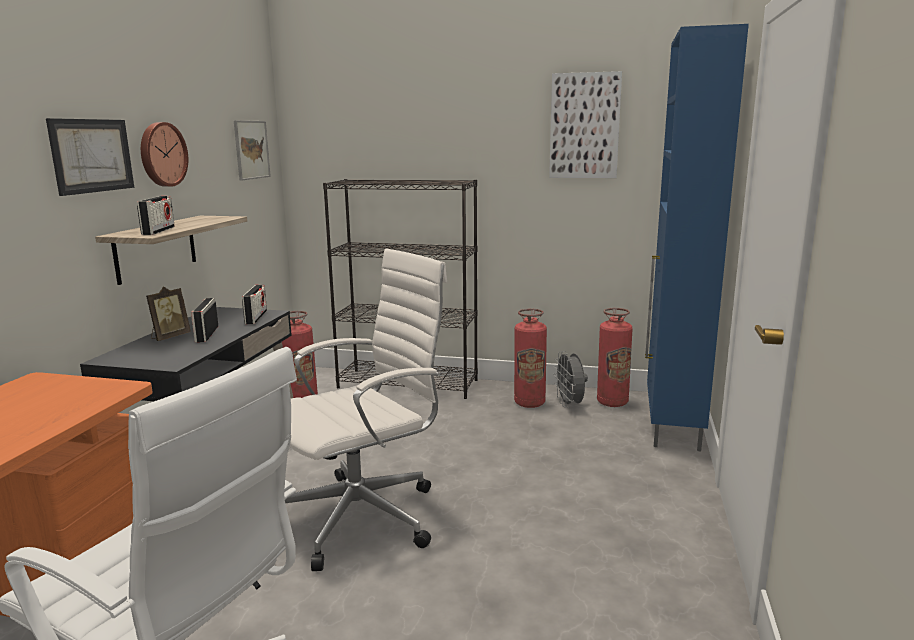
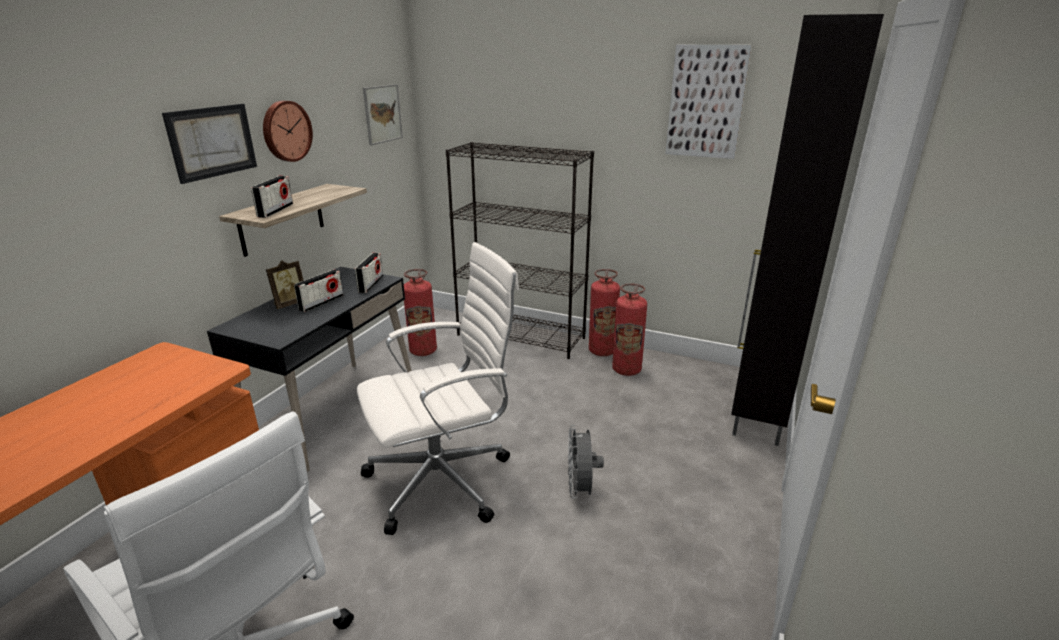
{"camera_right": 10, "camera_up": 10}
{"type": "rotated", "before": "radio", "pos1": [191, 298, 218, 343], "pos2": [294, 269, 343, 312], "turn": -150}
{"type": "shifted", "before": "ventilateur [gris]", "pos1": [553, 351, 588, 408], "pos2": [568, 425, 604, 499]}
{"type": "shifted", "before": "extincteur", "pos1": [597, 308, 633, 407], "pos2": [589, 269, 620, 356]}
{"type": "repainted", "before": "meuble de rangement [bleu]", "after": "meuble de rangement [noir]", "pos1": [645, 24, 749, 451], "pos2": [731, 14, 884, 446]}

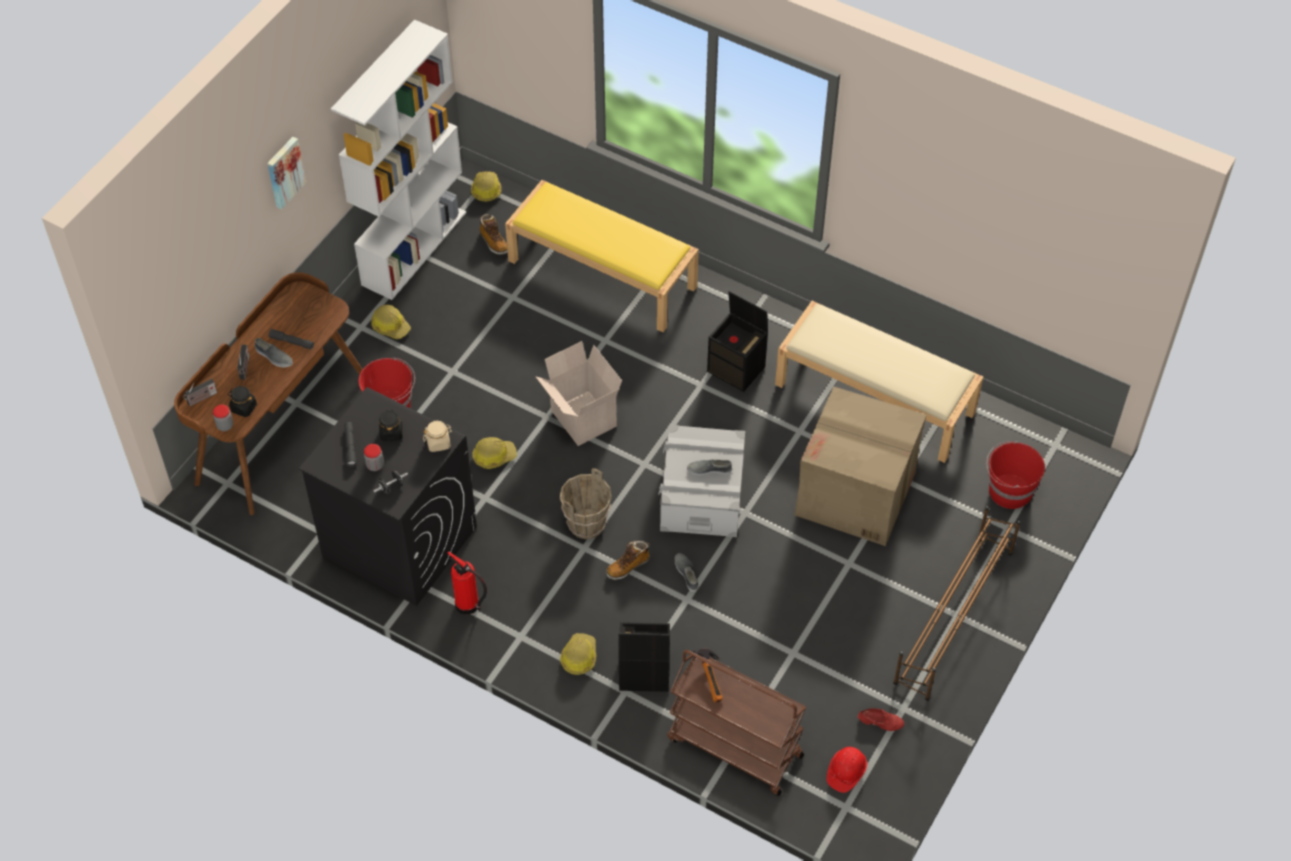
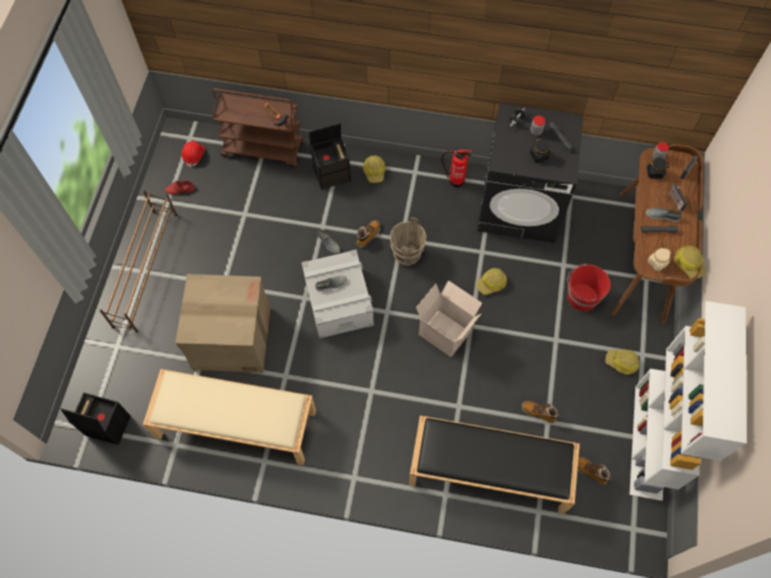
{"camera_right": 160, "camera_up": 10}
{"type": "gone", "before": "tableau", "pos1": [267, 137, 306, 209]}
{"type": "shifted", "before": "bocal [beige]", "pos1": [423, 421, 452, 452], "pos2": [648, 248, 671, 271]}
{"type": "shifted", "before": "casque de chantier", "pos1": [471, 171, 501, 202], "pos2": [674, 246, 706, 278]}
{"type": "repainted", "before": "banc [jaune]", "after": "banc [noir]", "pos1": [505, 180, 699, 332], "pos2": [409, 416, 580, 514]}
{"type": "shifted", "before": "boîte de rangement [noir]", "pos1": [707, 291, 768, 392], "pos2": [61, 393, 131, 445]}
{"type": "gone", "before": "seau [rouge]", "pos1": [986, 441, 1045, 509]}
{"type": "new", "after": "botte", "pos2": [521, 401, 560, 423]}

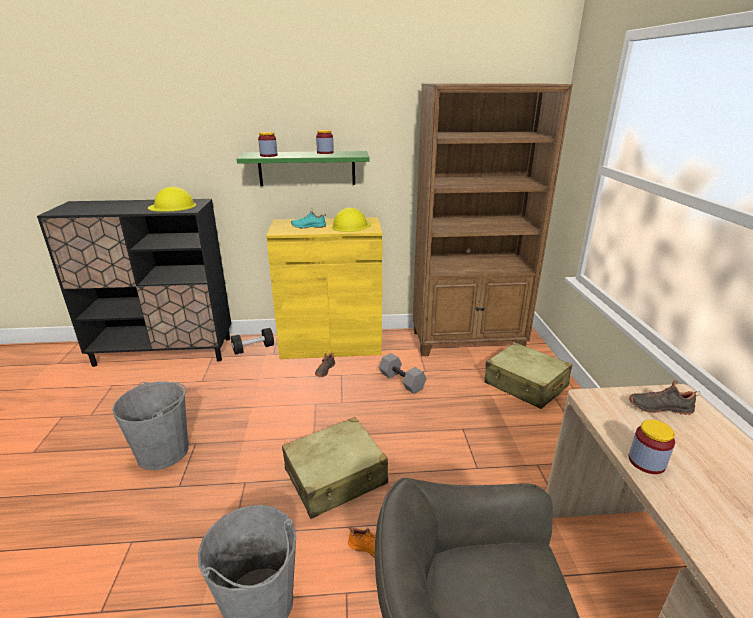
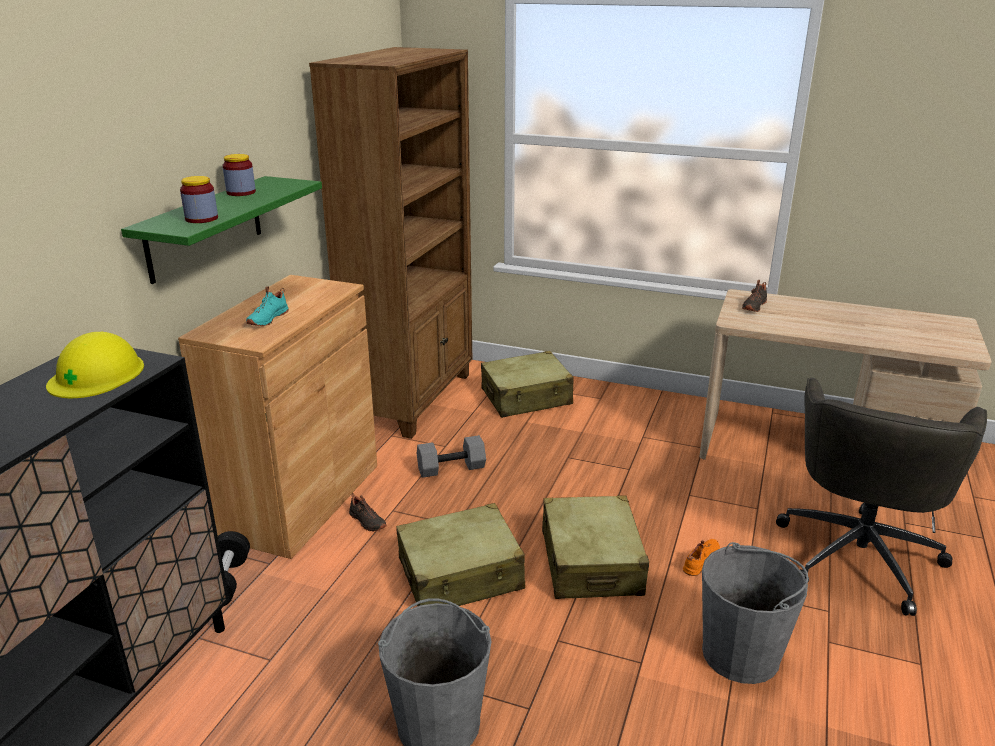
{"camera_right": -65, "camera_up": 0}
{"type": "repainted", "before": "meuble de rangement [jaune]", "after": "meuble de rangement [marron]", "pos1": [266, 217, 383, 359], "pos2": [178, 275, 377, 559]}
{"type": "gone", "before": "casque de chantier [jaune]", "pos1": [332, 208, 371, 232]}
{"type": "gone", "before": "bocal", "pos1": [628, 420, 675, 474]}
{"type": "new", "after": "valise [beige]", "pos2": [396, 503, 525, 606]}

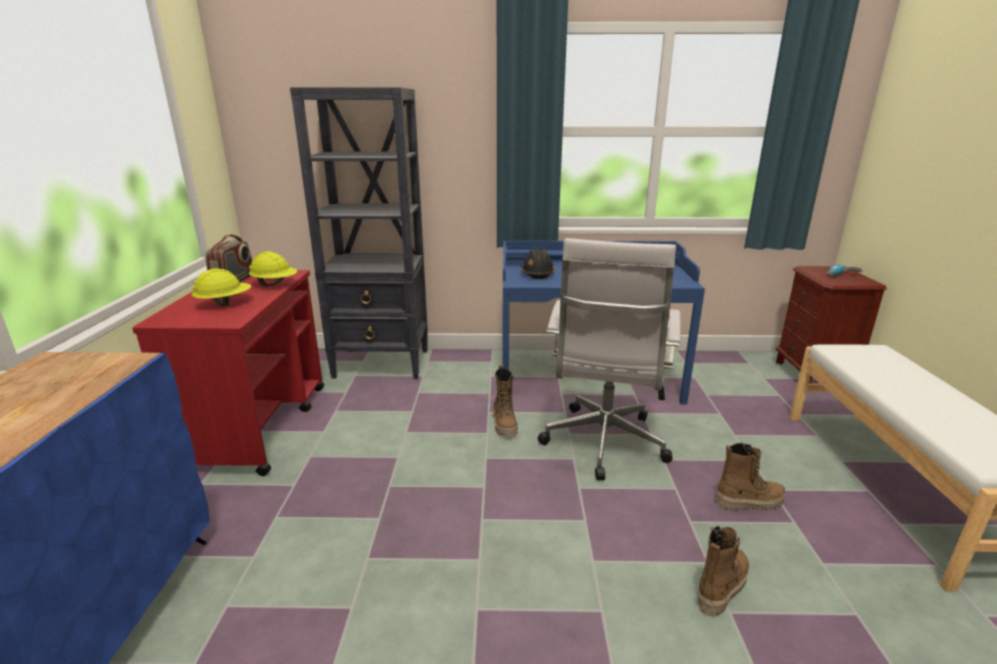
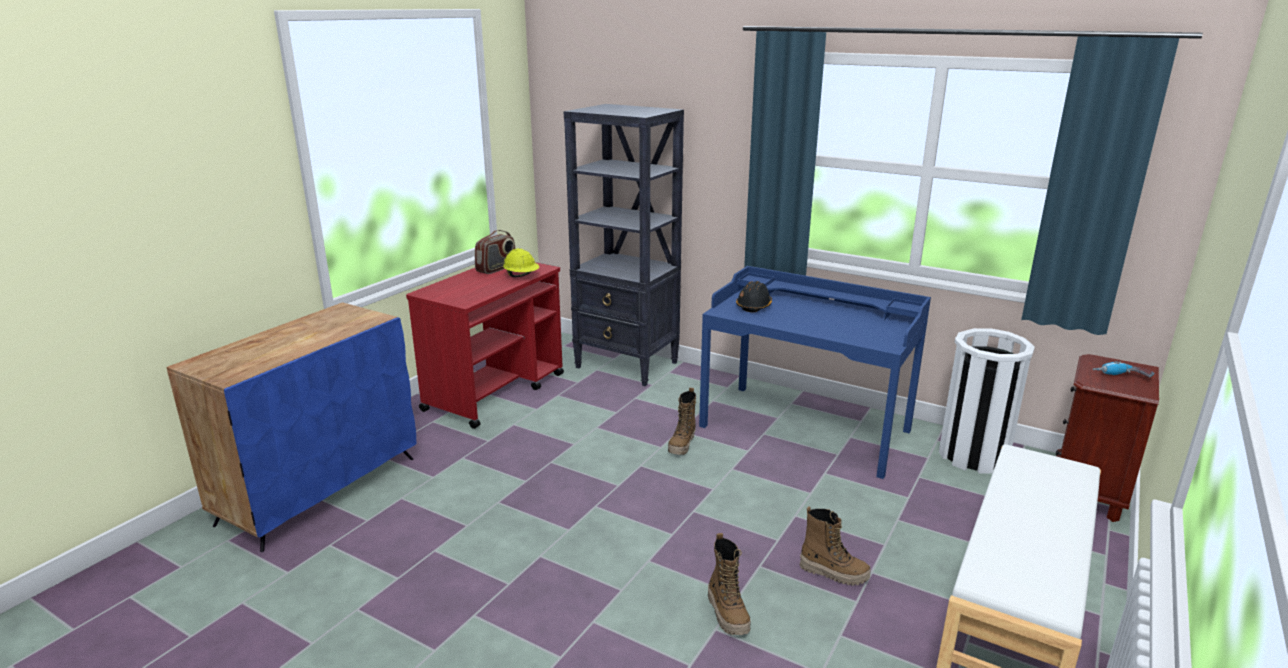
{"camera_right": 30, "camera_up": 0}
{"type": "gone", "before": "casque de chantier [jaune]", "pos1": [191, 268, 251, 307]}
{"type": "gone", "before": "chaise de bureau [blanc]", "pos1": [538, 238, 681, 480]}
{"type": "rotated", "before": "botte", "pos1": [698, 526, 749, 617], "pos2": [708, 533, 751, 635], "turn": 90}
{"type": "new", "after": "poubelle [blanc]", "pos2": [939, 328, 1035, 473]}

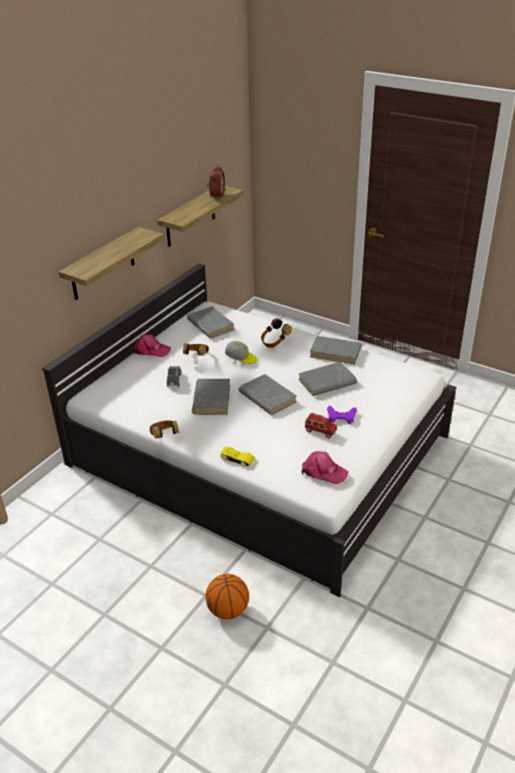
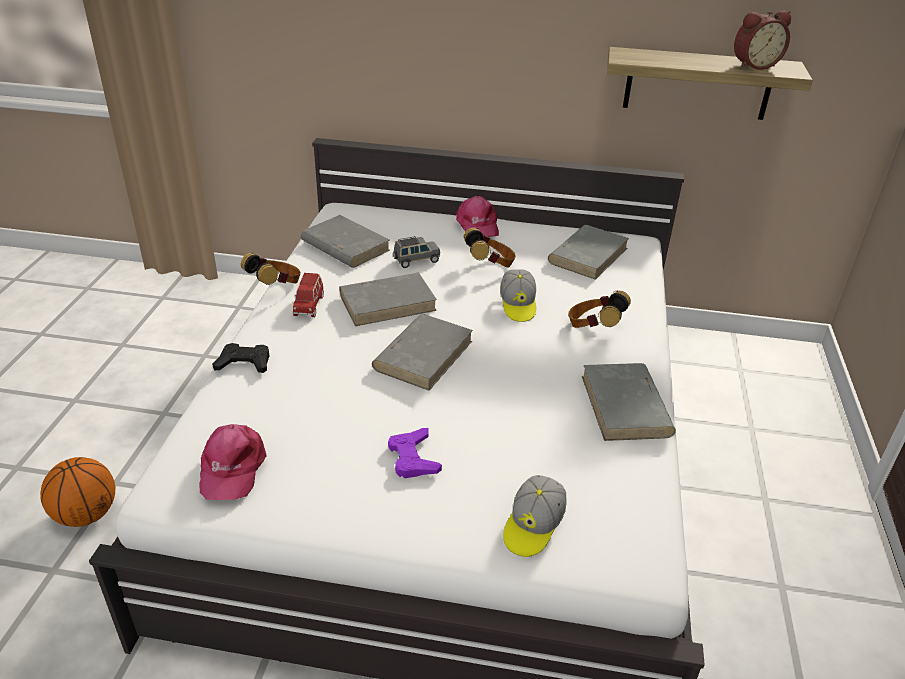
{"camera_right": 65, "camera_up": 0}
{"type": "gone", "before": "étagère", "pos1": [59, 227, 165, 300]}
{"type": "swapped", "before": "petite voiture [jaune]", "after": "manette [noir]", "pos1": [220, 447, 255, 466], "pos2": [212, 343, 269, 373]}
{"type": "shifted", "before": "livre [gris]", "pos1": [298, 362, 357, 396], "pos2": [301, 215, 390, 268]}
{"type": "shifted", "before": "petite voiture [rouge]", "pos1": [305, 413, 337, 438], "pos2": [293, 273, 324, 317]}
{"type": "new", "after": "casquette", "pos2": [503, 475, 566, 557]}

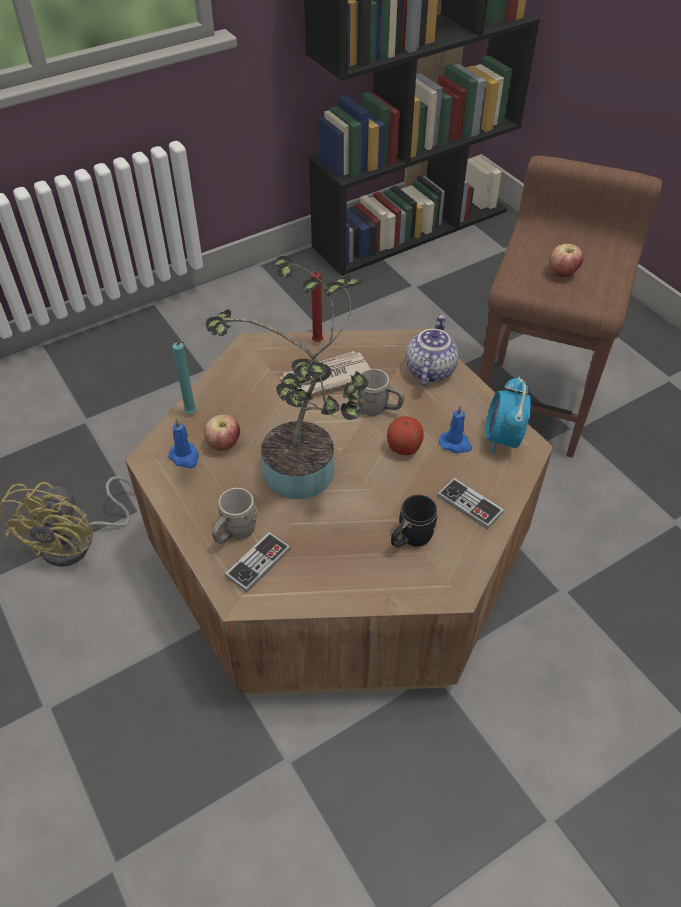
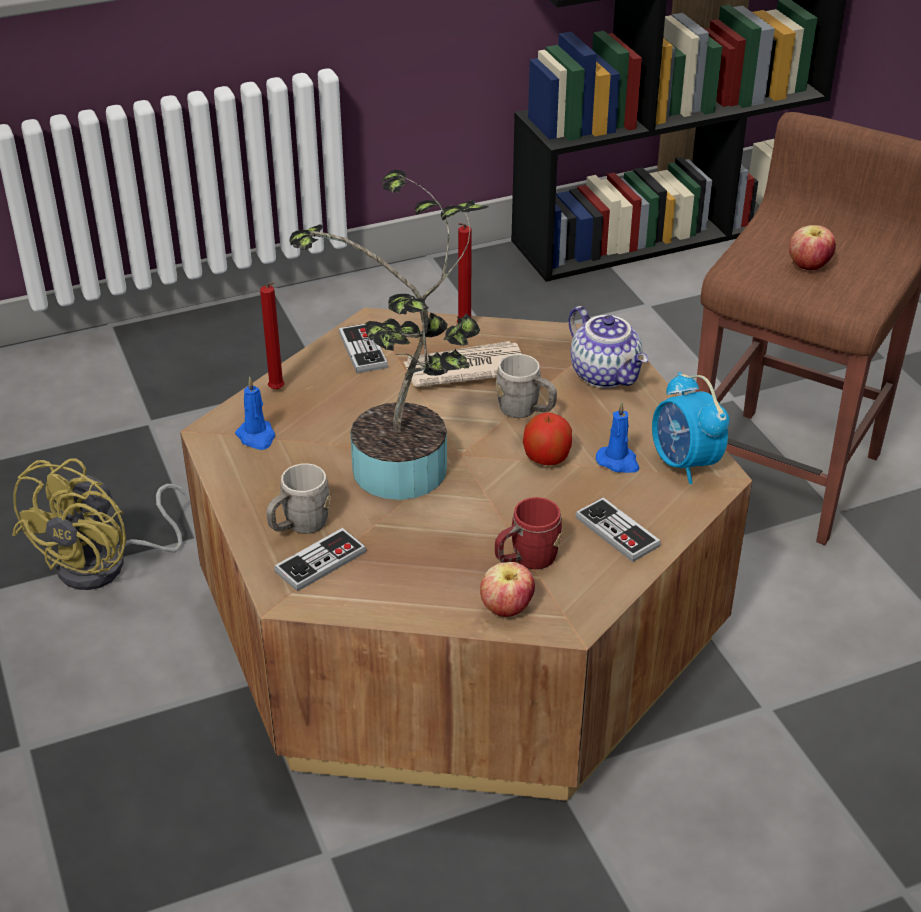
{"camera_right": 10, "camera_up": -10}
{"type": "repainted", "before": "bougie [turquoise]", "after": "bougie [rouge]", "pos1": [172, 341, 197, 414], "pos2": [260, 282, 285, 390]}
{"type": "shifted", "before": "pomme", "pos1": [204, 414, 240, 451], "pos2": [480, 562, 535, 617]}
{"type": "repainted", "before": "mug [noir]", "after": "mug [rouge]", "pos1": [391, 495, 438, 548], "pos2": [495, 497, 562, 569]}
{"type": "rotated", "before": "théière", "pos1": [406, 315, 459, 387], "pos2": [569, 306, 648, 388], "turn": 120}
{"type": "rotated", "before": "réveil", "pos1": [485, 376, 531, 454], "pos2": [652, 372, 730, 484], "turn": -45}
{"type": "new", "after": "manette", "pos2": [339, 324, 388, 373]}

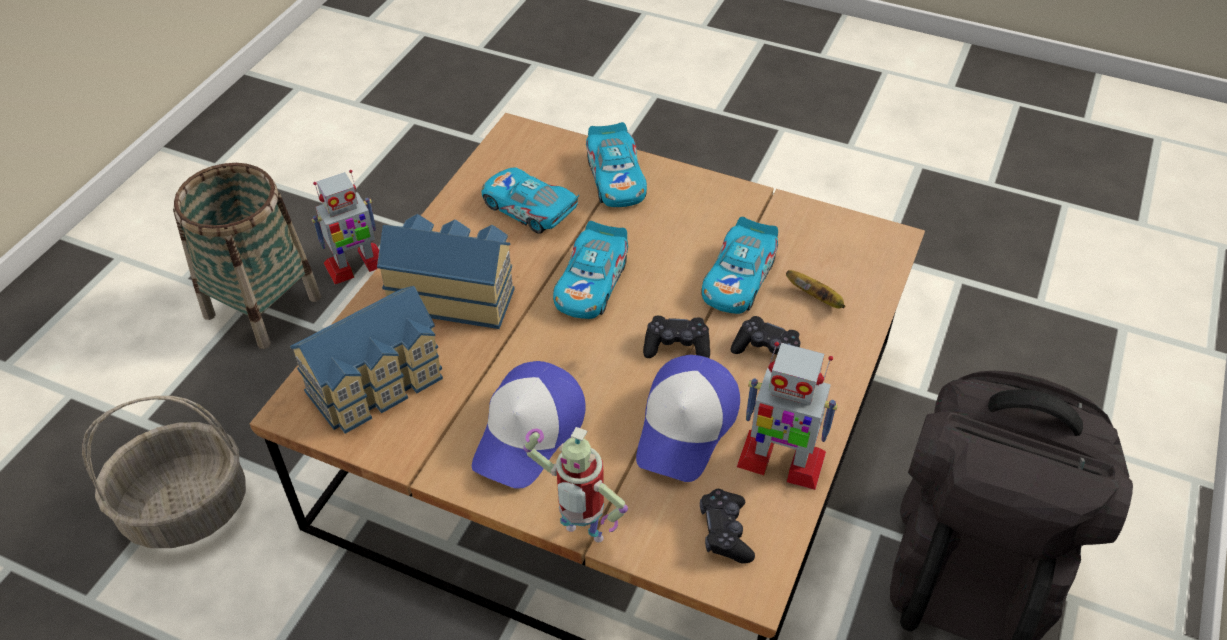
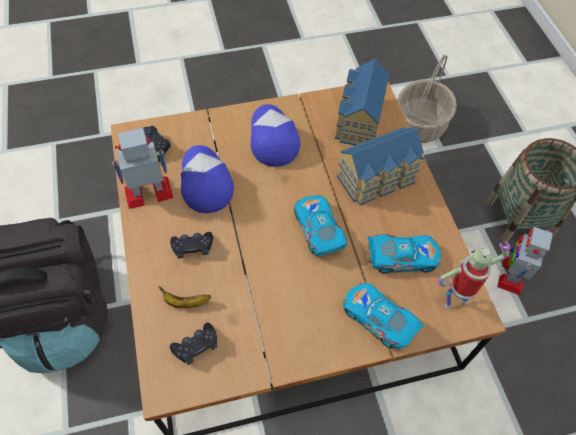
{"camera_right": 140, "camera_up": 10}
{"type": "shifted", "before": "robot jouet", "pos1": [523, 427, 628, 542], "pos2": [437, 241, 510, 309]}
{"type": "shifted", "before": "manette [noir]", "pos1": [643, 316, 710, 358], "pos2": [170, 323, 217, 365]}
{"type": "gone", "before": "petite voiture", "pos1": [702, 217, 778, 314]}

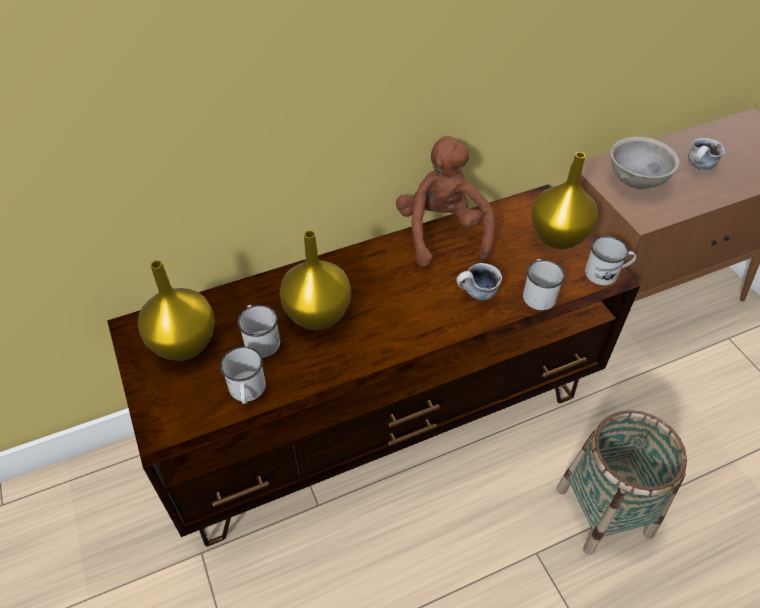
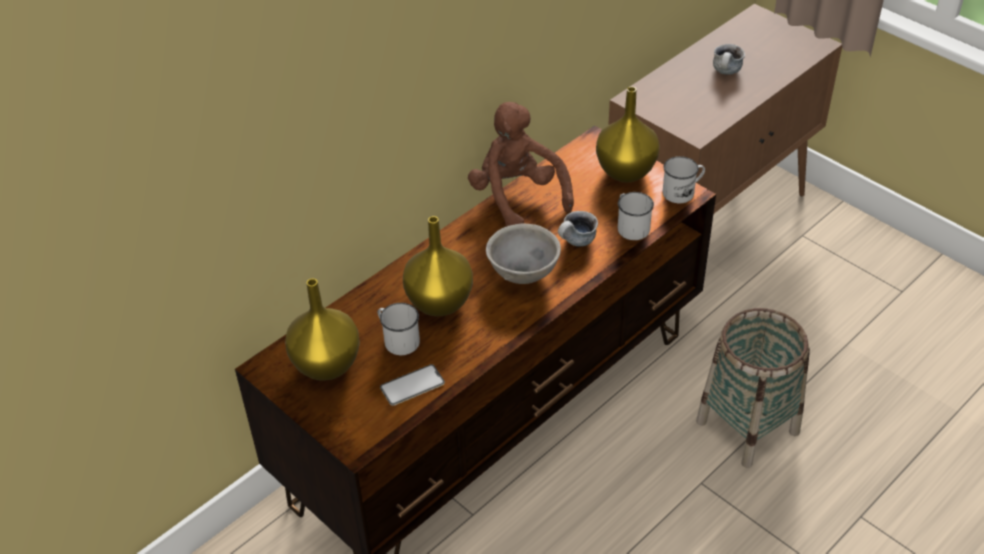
{"camera_right": -20, "camera_up": -5}
{"type": "swapped", "before": "mug [blanc]", "after": "téléphone", "pos1": [220, 347, 266, 404], "pos2": [380, 364, 445, 406]}
{"type": "shifted", "before": "bol [gris]", "pos1": [610, 137, 680, 189], "pos2": [486, 224, 561, 284]}

